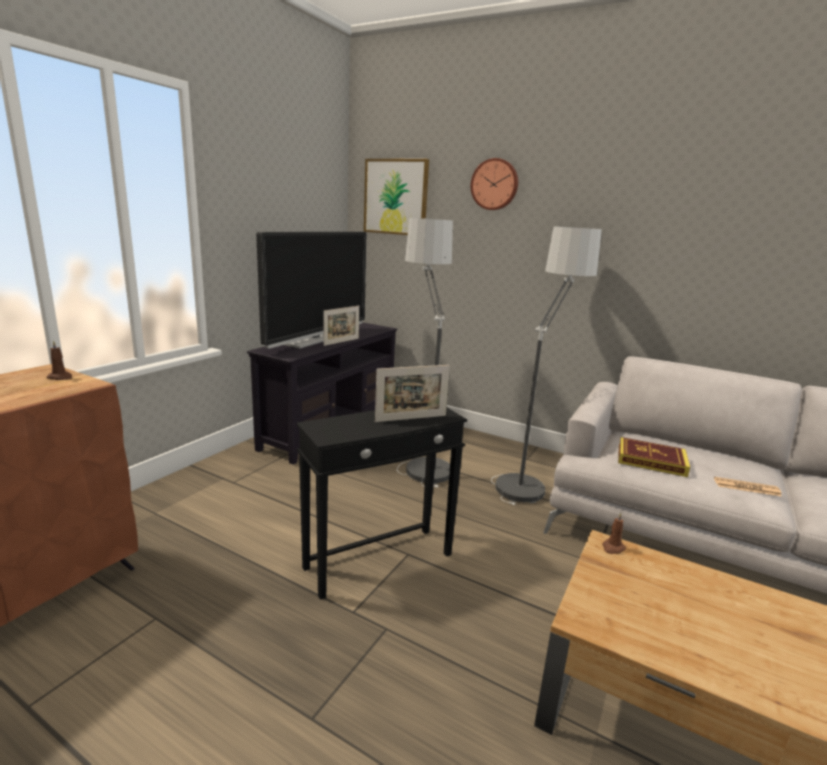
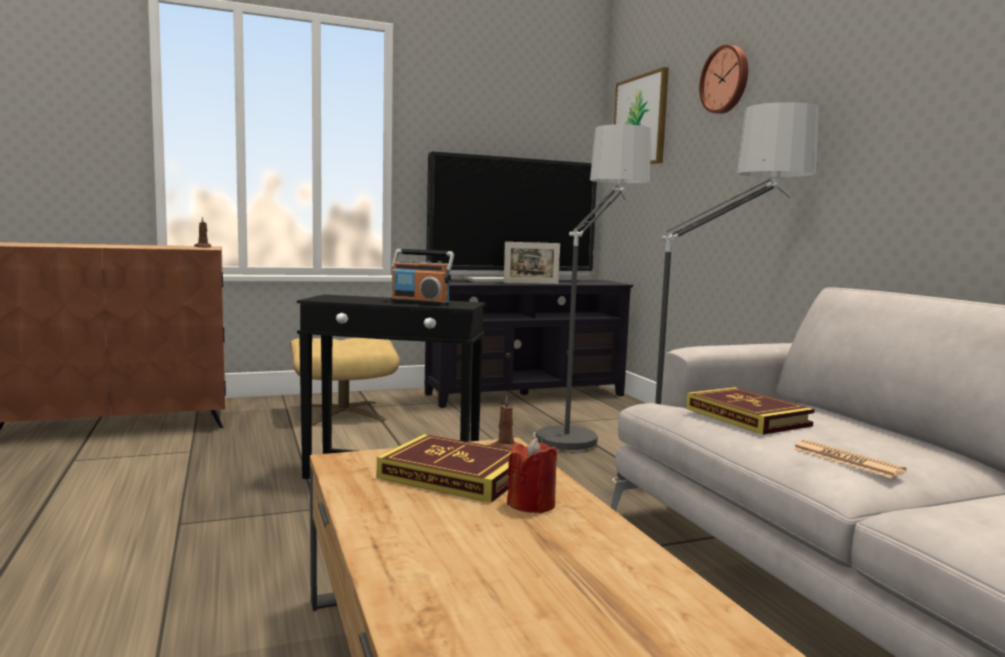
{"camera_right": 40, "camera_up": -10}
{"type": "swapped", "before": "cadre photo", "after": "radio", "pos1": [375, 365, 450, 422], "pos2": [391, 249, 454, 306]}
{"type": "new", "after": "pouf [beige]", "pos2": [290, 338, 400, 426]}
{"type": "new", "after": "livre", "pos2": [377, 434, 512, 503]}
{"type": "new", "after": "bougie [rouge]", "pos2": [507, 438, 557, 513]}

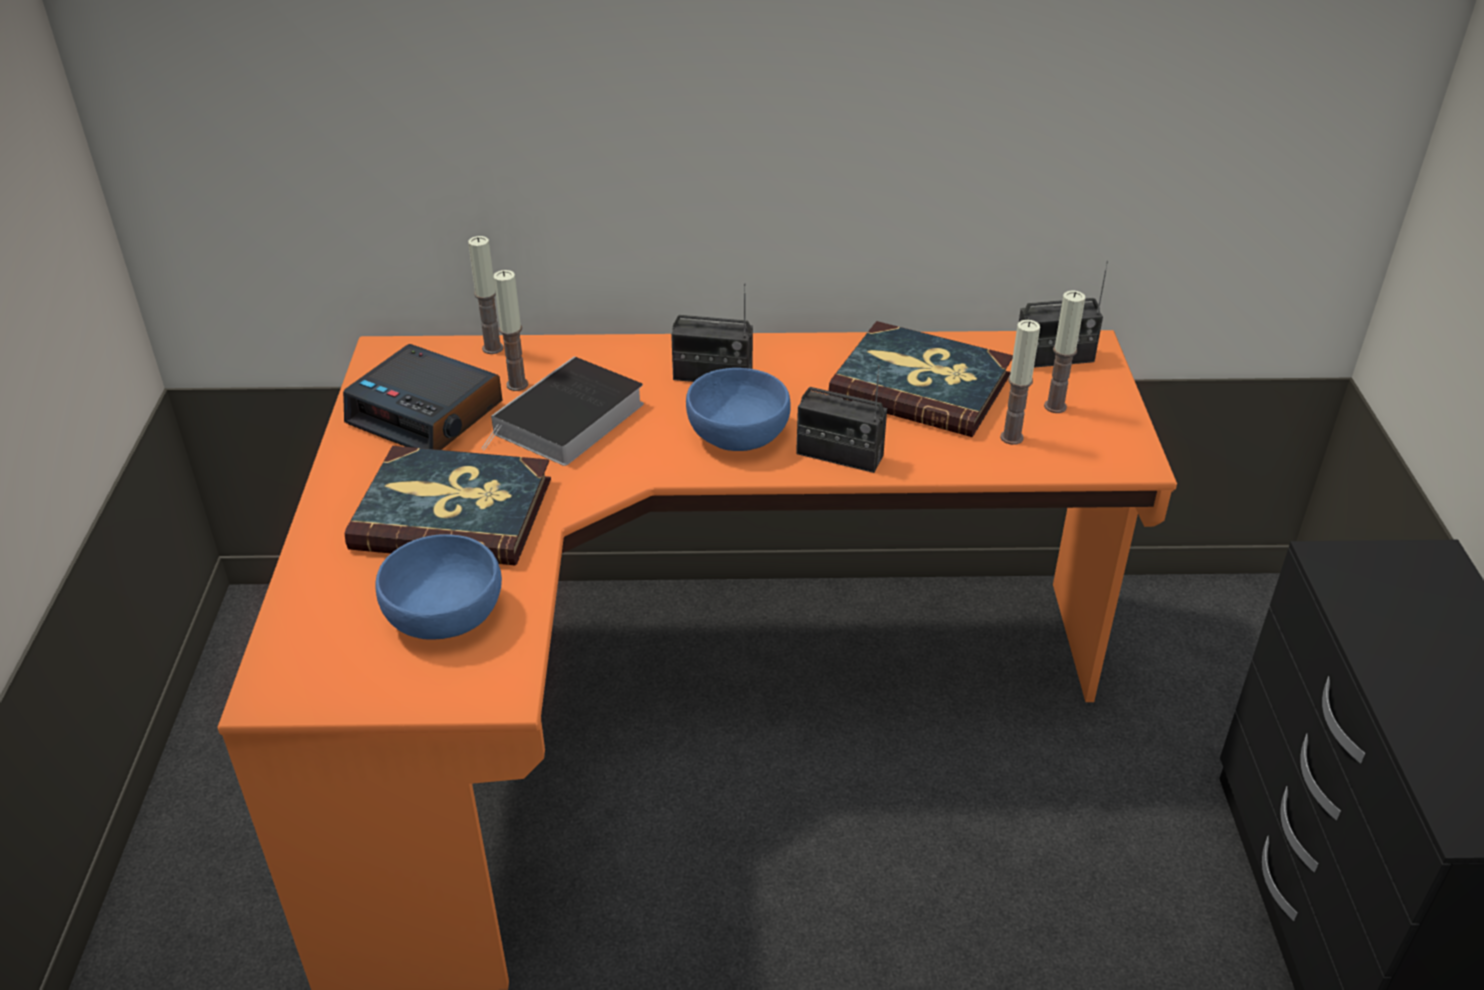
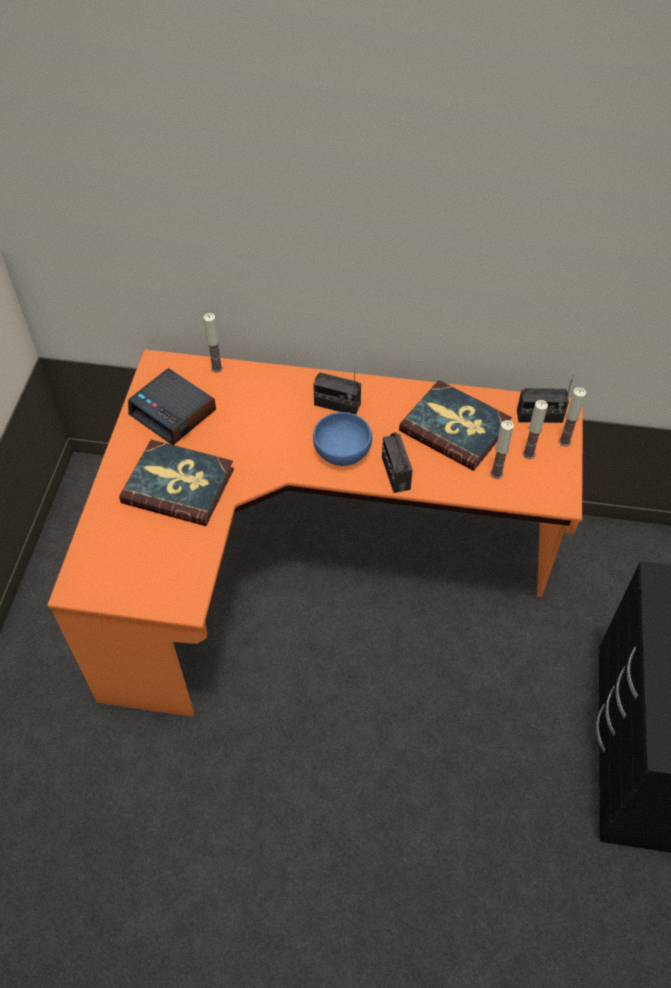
{"camera_right": 10, "camera_up": 15}
{"type": "gone", "before": "bol [bleu]", "pos1": [375, 534, 502, 639]}
{"type": "gone", "before": "livre", "pos1": [481, 356, 644, 466]}
{"type": "shifted", "before": "bougie", "pos1": [493, 270, 528, 391], "pos2": [558, 387, 586, 447]}
{"type": "rotated", "before": "radio", "pos1": [796, 365, 887, 473], "pos2": [382, 432, 413, 493], "turn": 45}

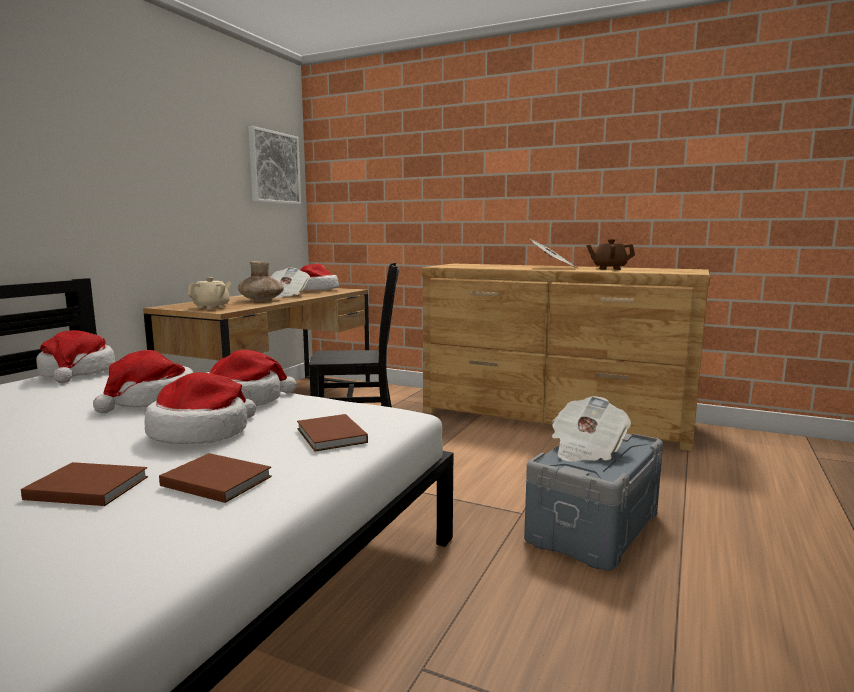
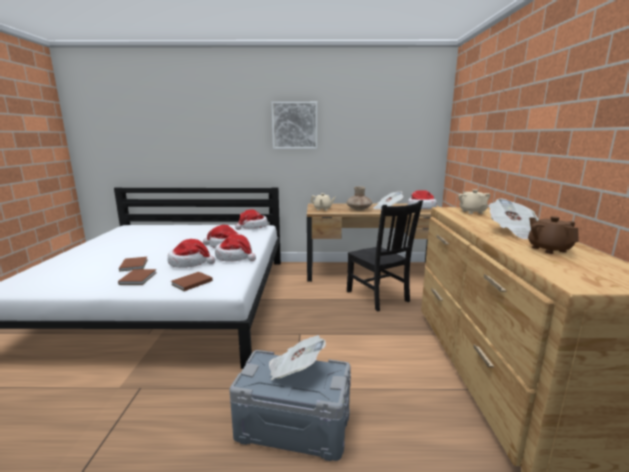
{"camera_right": 65, "camera_up": 5}
{"type": "shifted", "before": "tableau", "pos1": [248, 126, 301, 205], "pos2": [272, 102, 317, 149]}
{"type": "new", "after": "théière [beige]", "pos2": [458, 189, 490, 214]}

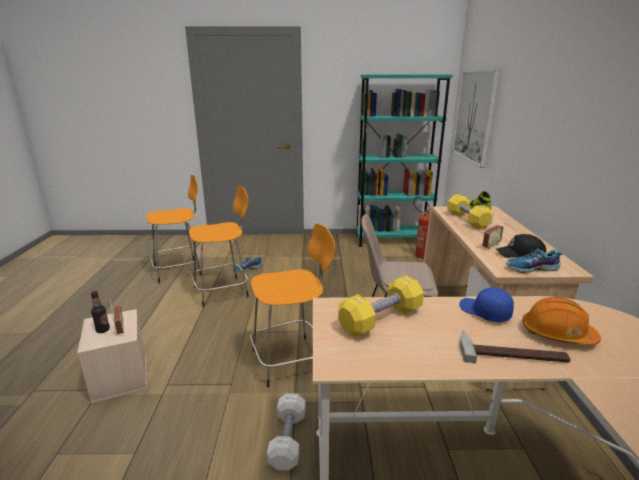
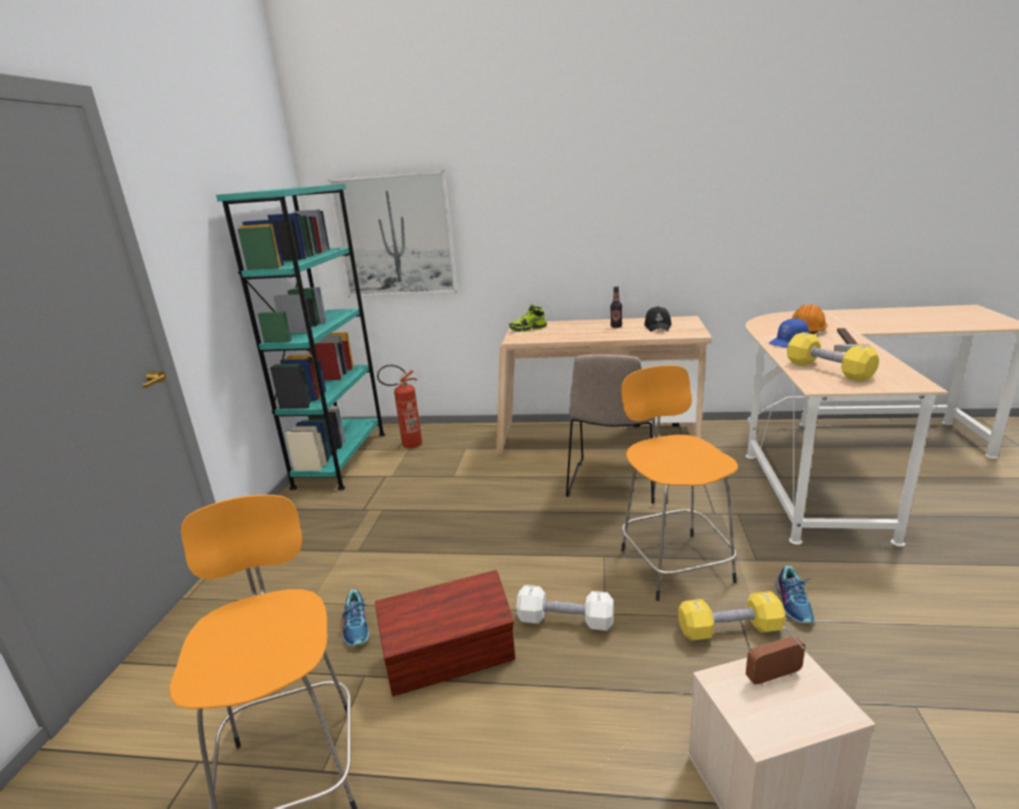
{"camera_right": -80, "camera_up": 0}
{"type": "shifted", "before": "bouteille", "pos1": [91, 291, 110, 333], "pos2": [610, 286, 622, 328]}
{"type": "swapped", "before": "tabouret [orange]", "after": "boîte de rangement [marron]", "pos1": [189, 186, 249, 307], "pos2": [375, 570, 515, 696]}
{"type": "shifted", "before": "haltère [blanc]", "pos1": [267, 393, 305, 471], "pos2": [516, 585, 614, 631]}
{"type": "shifted", "before": "haltère [jaune]", "pos1": [447, 194, 493, 229], "pos2": [678, 591, 786, 640]}
{"type": "gone", "before": "radio", "pos1": [483, 213, 503, 249]}
{"type": "shifted", "before": "chaussure", "pos1": [506, 249, 562, 273], "pos2": [775, 565, 815, 624]}

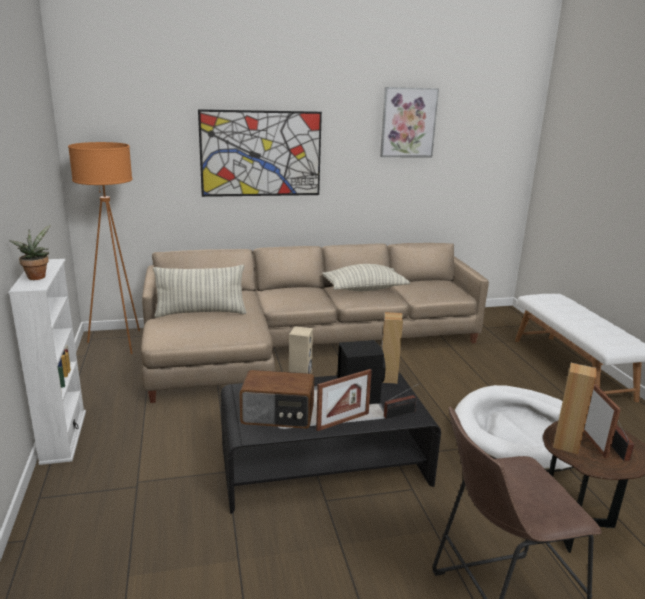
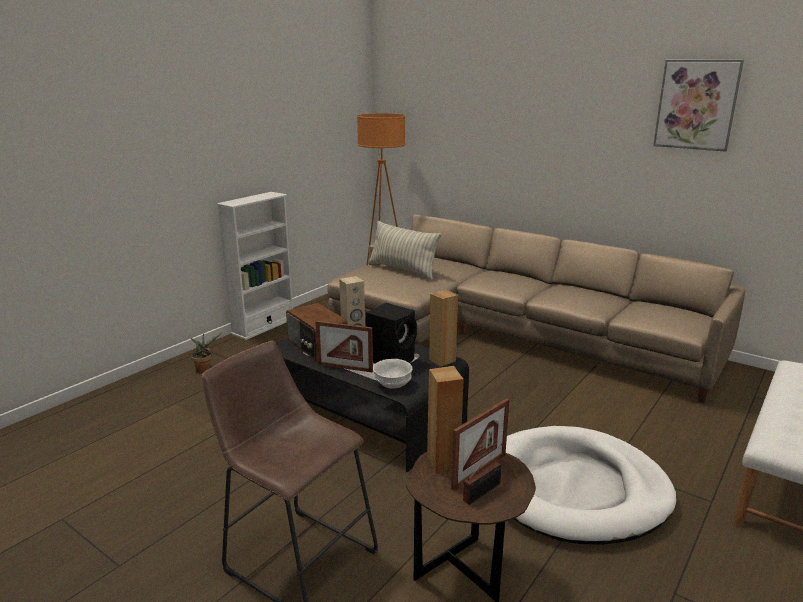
{"camera_right": 50, "camera_up": 0}
{"type": "shifted", "before": "plante en pot", "pos1": [9, 224, 51, 280], "pos2": [191, 332, 222, 372]}
{"type": "gone", "before": "tableau", "pos1": [198, 109, 322, 197]}
{"type": "gone", "before": "coussin", "pos1": [322, 264, 410, 291]}
{"type": "swapped", "before": "radio", "after": "bol [blanc]", "pos1": [384, 384, 418, 419], "pos2": [373, 359, 413, 389]}

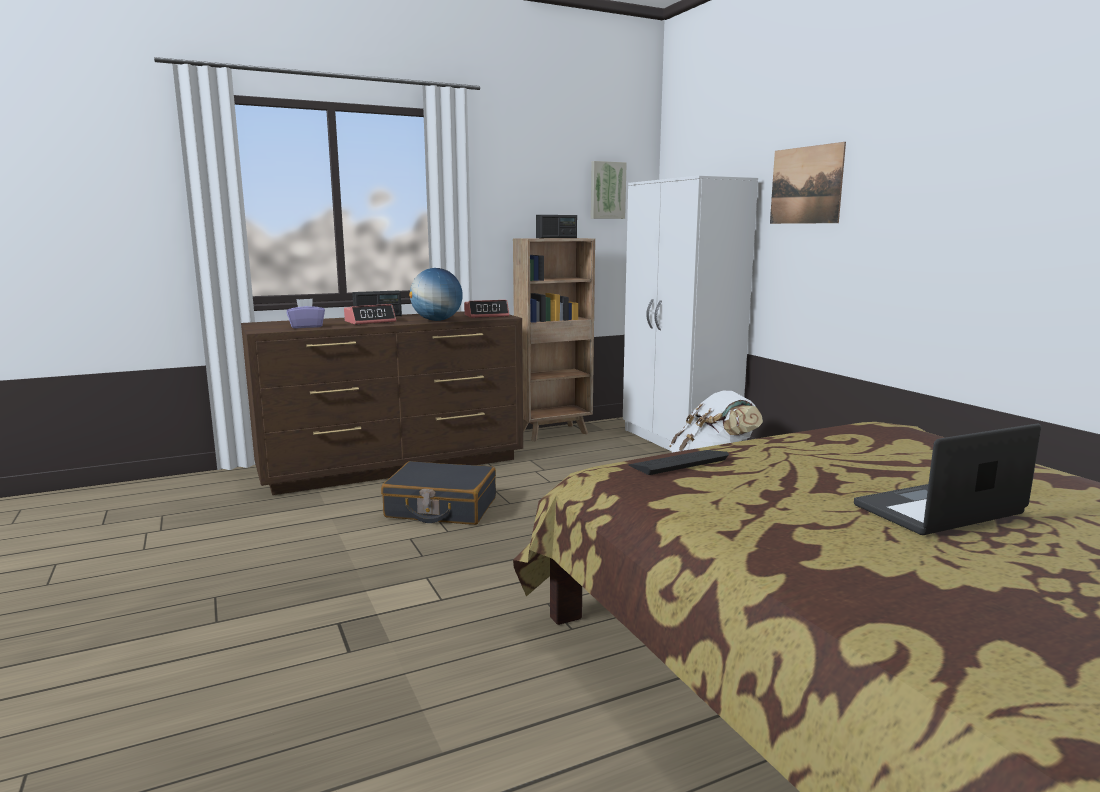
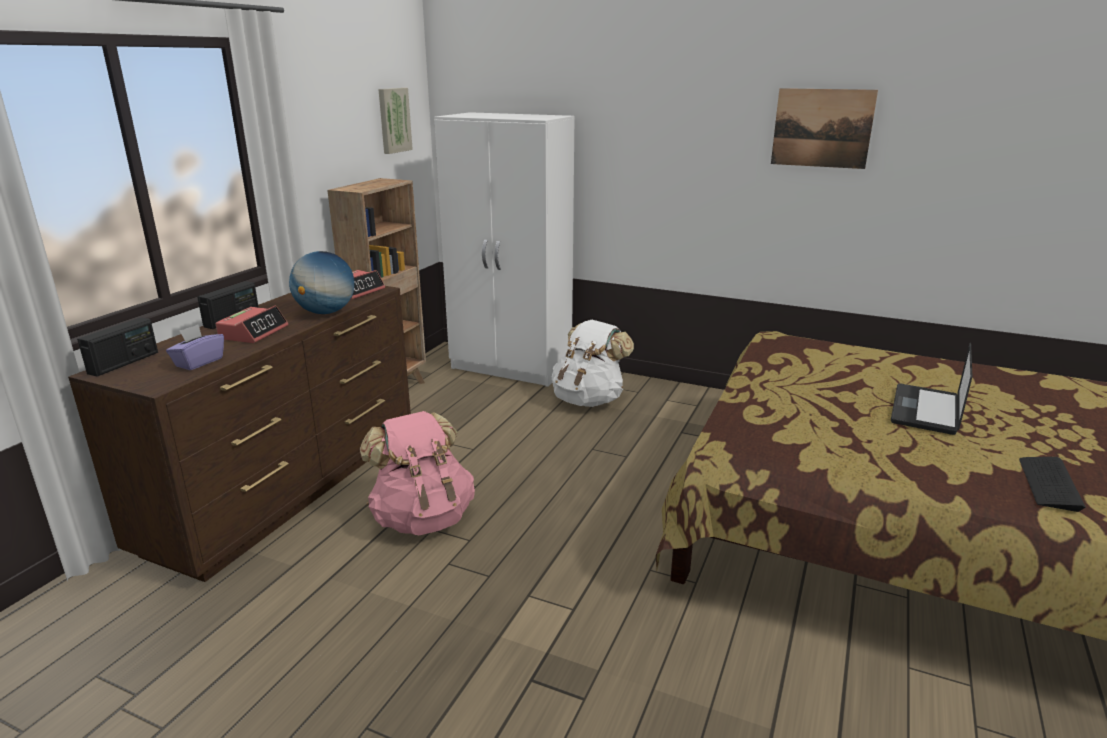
{"camera_right": -40, "camera_up": 10}
{"type": "swapped", "before": "valise [noir]", "after": "sac à dos [rose]", "pos1": [381, 461, 496, 525], "pos2": [360, 411, 475, 535]}
{"type": "shifted", "before": "radio", "pos1": [536, 215, 577, 238], "pos2": [77, 317, 158, 377]}
{"type": "shifted", "before": "clavier", "pos1": [628, 450, 729, 475], "pos2": [1019, 457, 1086, 512]}
{"type": "shifted", "before": "tableau", "pos1": [770, 142, 846, 224], "pos2": [771, 88, 878, 169]}

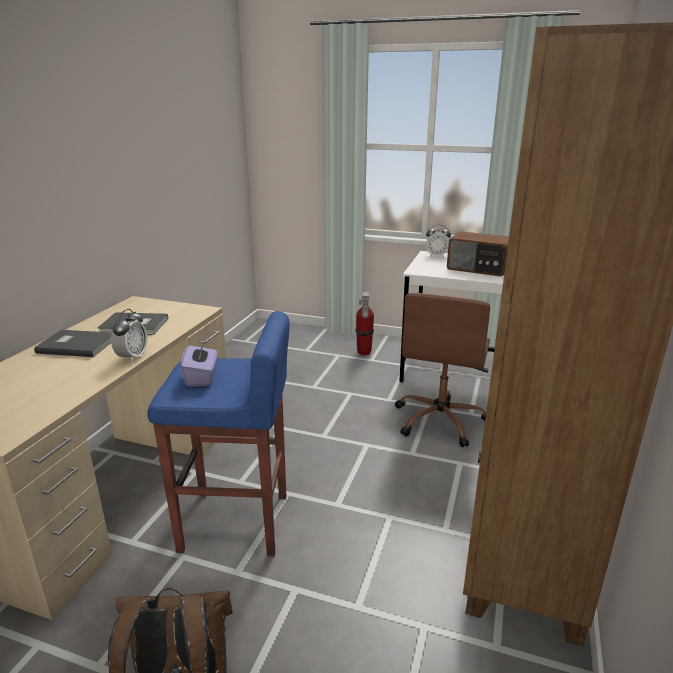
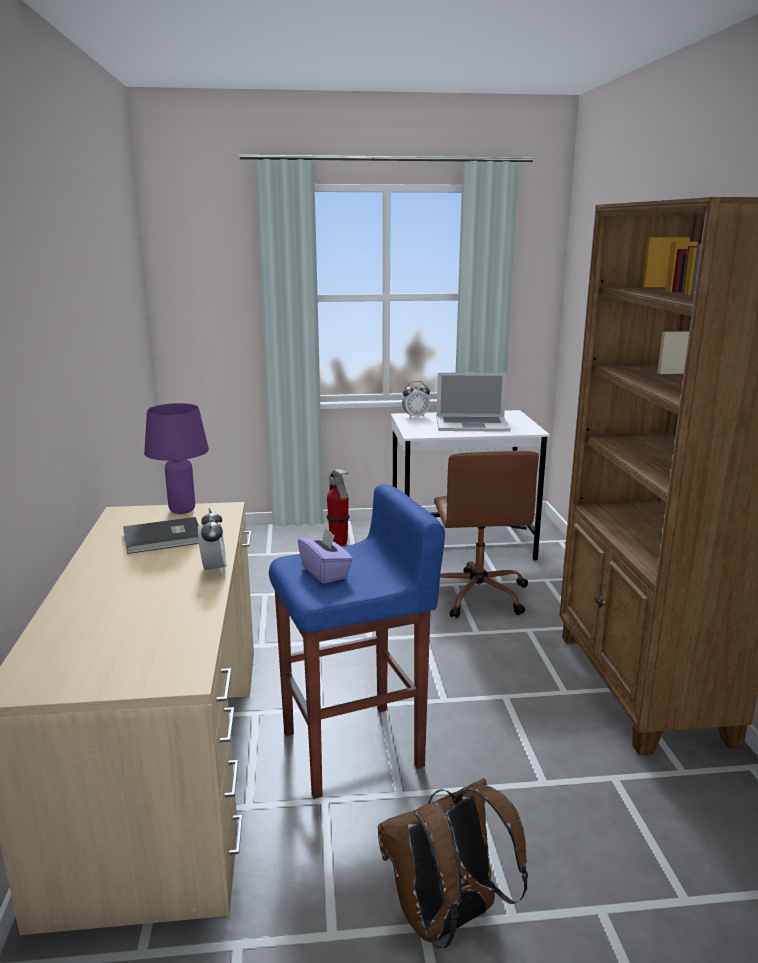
{"camera_right": -25, "camera_up": -5}
{"type": "gone", "before": "livre [gris]", "pos1": [34, 330, 112, 357]}
{"type": "swapped", "before": "radio", "after": "ordinateur portable", "pos1": [447, 231, 509, 277], "pos2": [437, 373, 511, 432]}
{"type": "new", "after": "lampe de table [violet]", "pos2": [144, 403, 209, 514]}

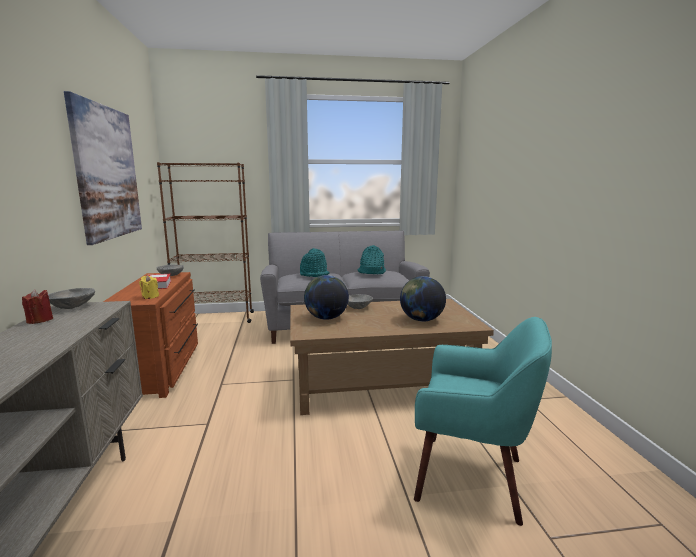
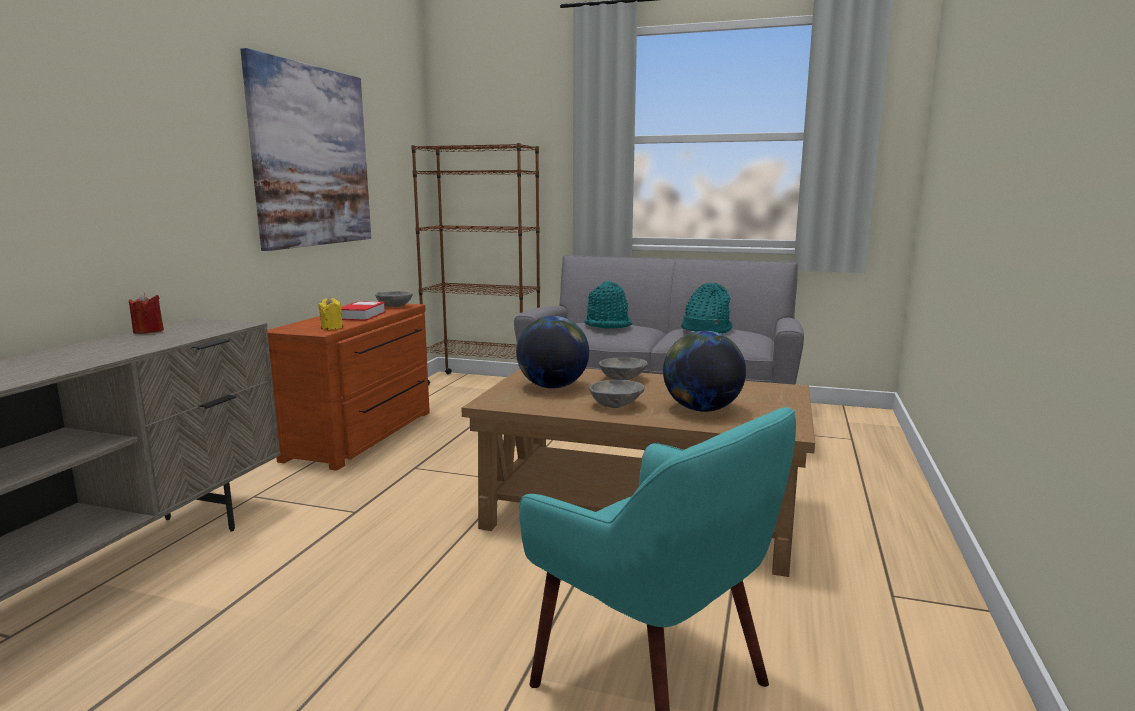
{"camera_right": 25, "camera_up": 0}
{"type": "shifted", "before": "bol [gris]", "pos1": [48, 288, 95, 309], "pos2": [589, 380, 645, 408]}

